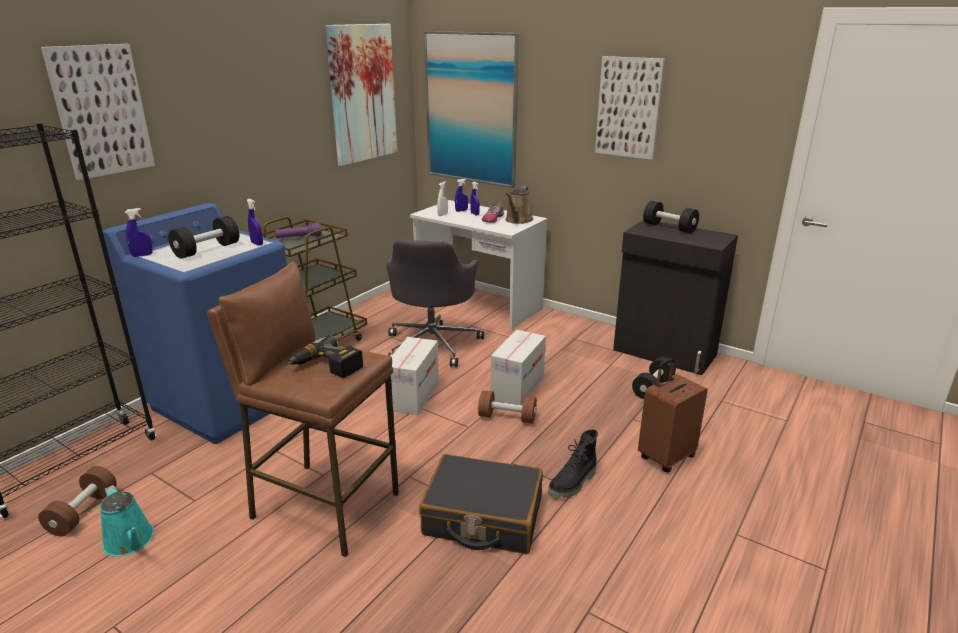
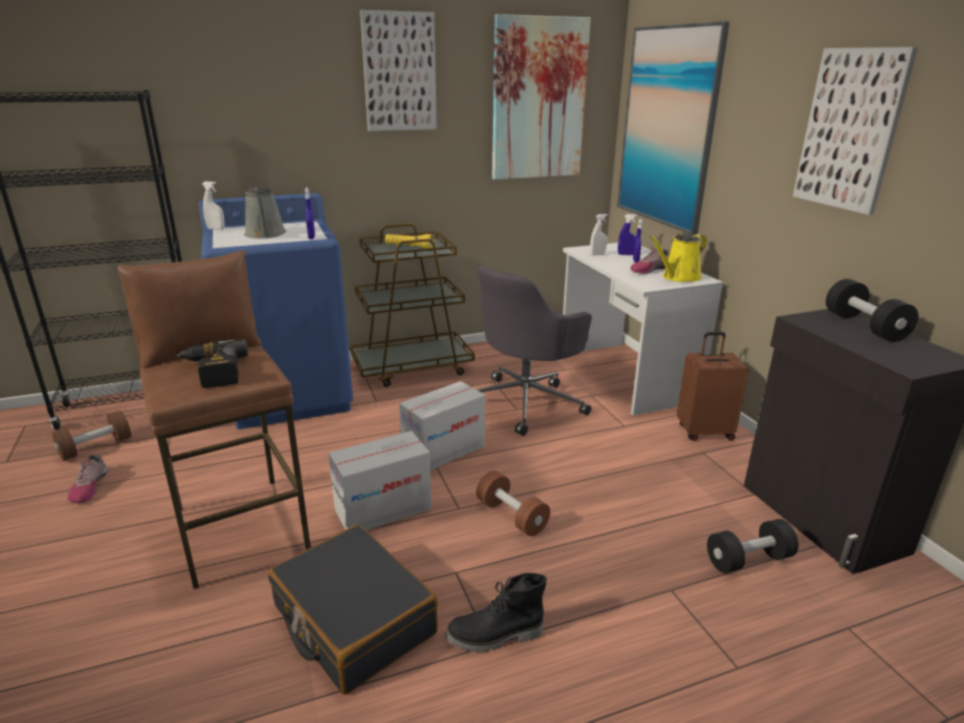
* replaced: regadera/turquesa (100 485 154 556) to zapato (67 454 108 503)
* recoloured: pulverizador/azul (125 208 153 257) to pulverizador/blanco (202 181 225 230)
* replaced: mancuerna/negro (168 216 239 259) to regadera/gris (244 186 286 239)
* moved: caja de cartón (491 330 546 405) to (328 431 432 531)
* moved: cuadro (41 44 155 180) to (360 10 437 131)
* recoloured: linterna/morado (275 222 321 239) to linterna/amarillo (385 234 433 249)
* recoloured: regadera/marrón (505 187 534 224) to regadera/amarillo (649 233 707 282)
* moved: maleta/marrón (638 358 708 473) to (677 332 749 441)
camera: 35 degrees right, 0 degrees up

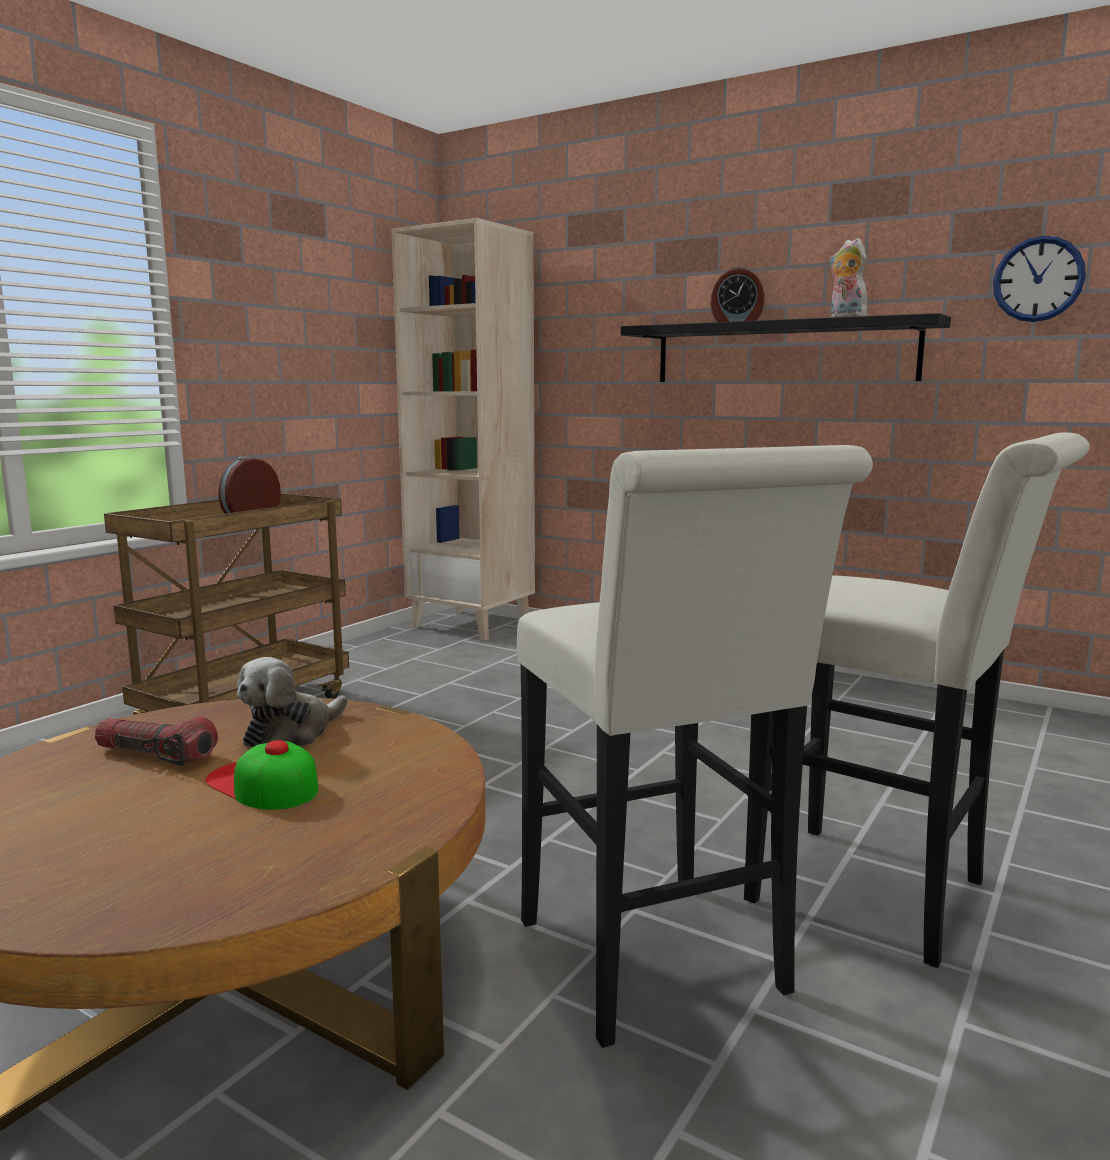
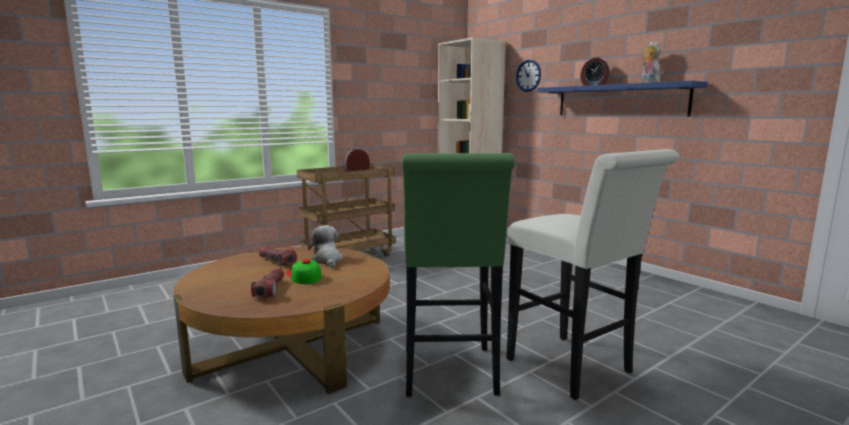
* added: linterna (251 268 284 298)
* turned: peluche (237 657 348 748) = (308 225 343 268) 105 degrees clockwise
* recoloured: taburete/blanco (517 445 873 1048) to taburete/verde (402 153 515 397)
* moved: reloj de pared (993 236 1086 322) to (516 60 541 92)
* recoloured: estante/negro (621 313 951 382) to estante/azul (537 81 708 117)
camera: 20 degrees right, 0 degrees up

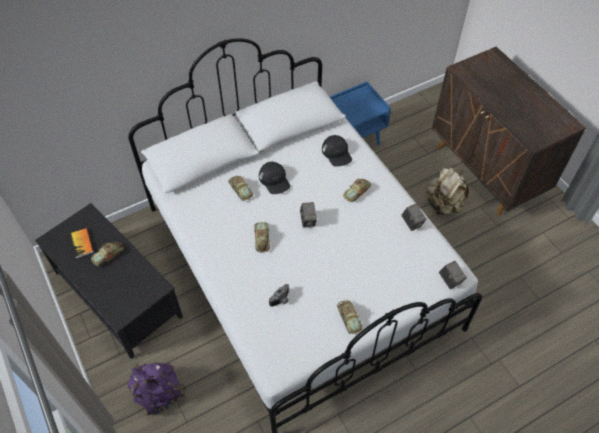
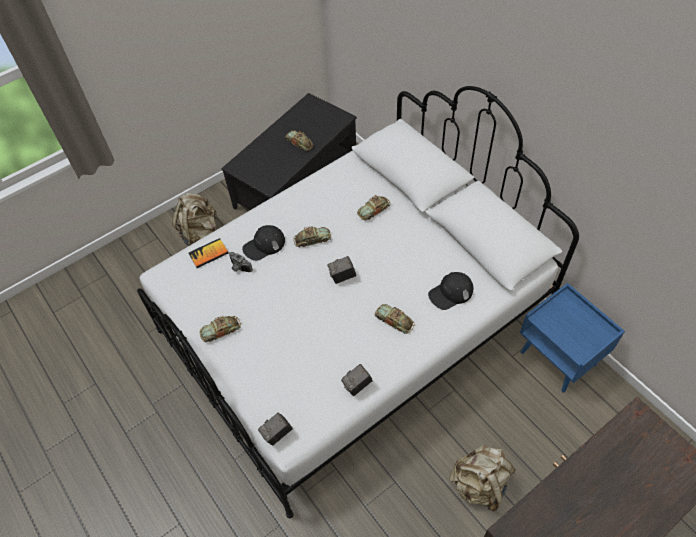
* recoloured: mochila/morado (128 362 186 416) to mochila/beis (172 193 218 246)
* moved: libro (69 228 94 258) to (189 238 229 268)
* moved: gorra/negro (259 162 290 194) to (242 225 285 261)
camera: 85 degrees right, 0 degrees up

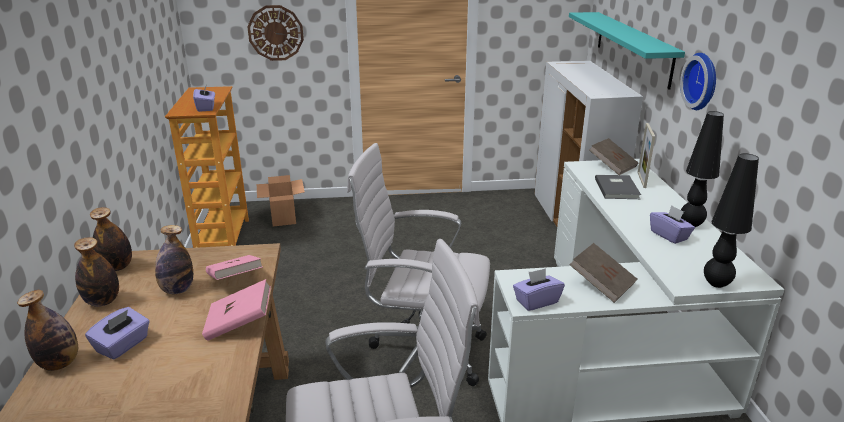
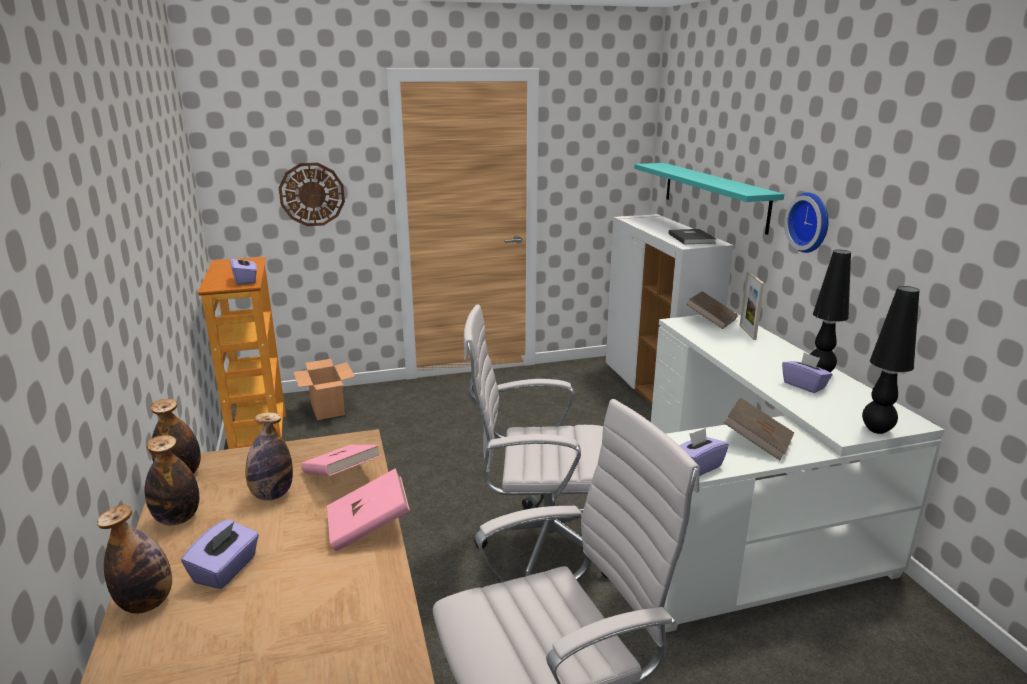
* moved: libro/gris (595 175 641 199) to (669 229 716 244)
camera: 10 degrees left, 5 degrees down

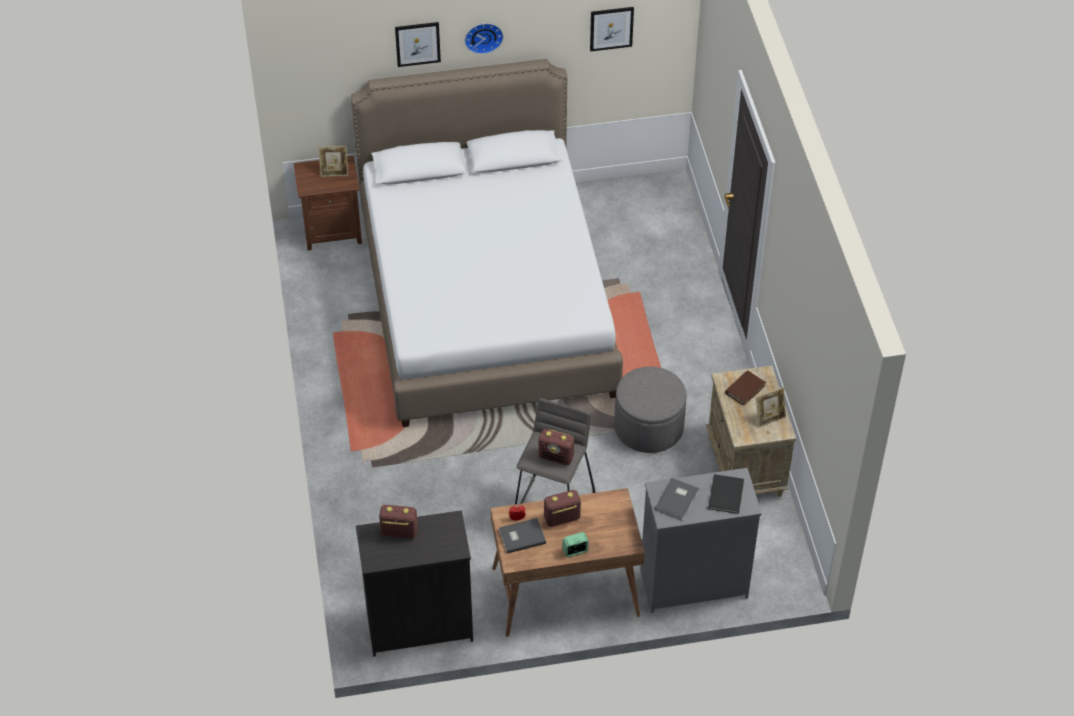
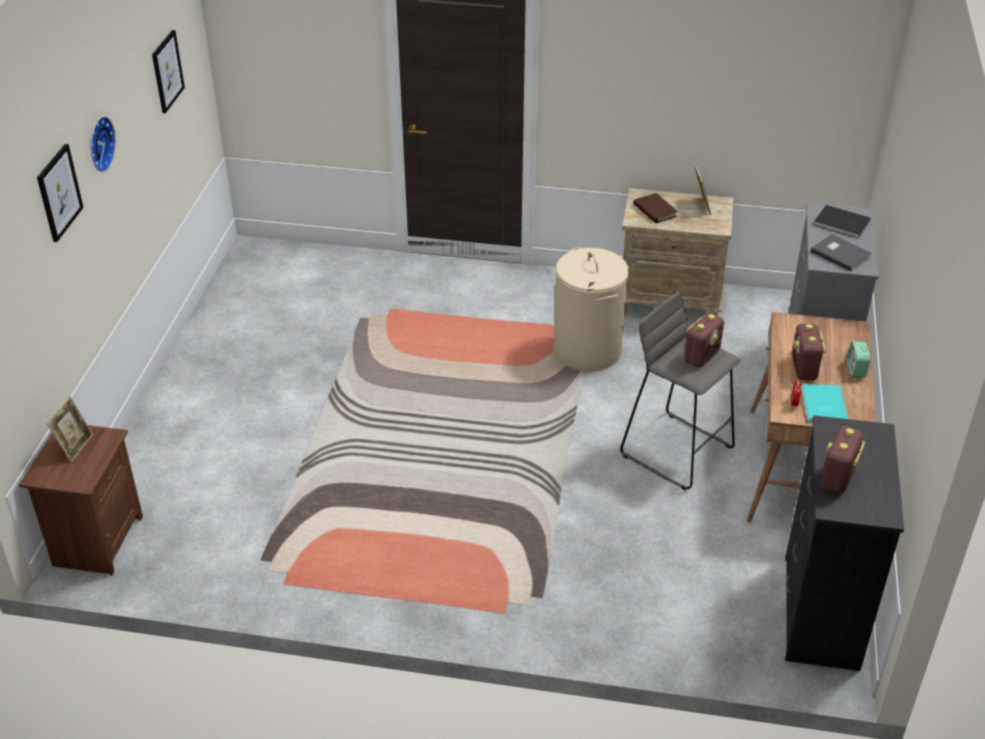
* replaced: puf/gris (615 366 687 453) to cesto de la ropa/beis (553 247 629 371)
* recoloured: libro/gris (499 518 546 553) to libro/turquesa (801 384 848 423)
* removed: cama/blanco (351 59 623 427)
camera: 70 degrees left, 10 degrees down

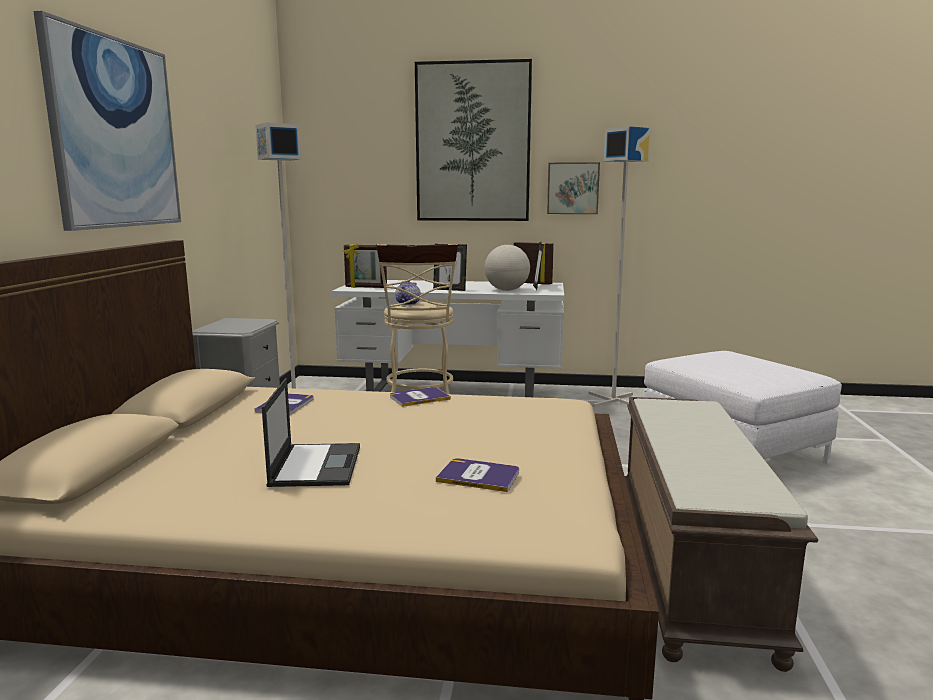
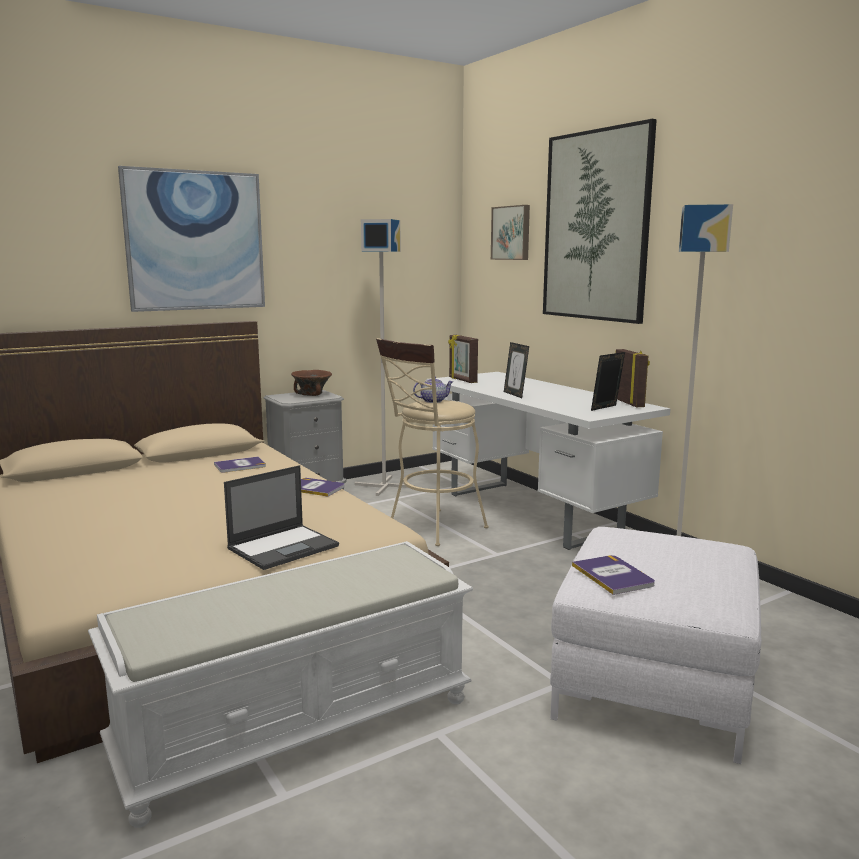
* recoloured: banco/marrón (625 397 818 672) to banco/blanco (88 541 473 828)
* moved: portátil (262 378 360 487) to (224 465 339 570)
* added: cuenco/marrón (291 370 332 396)
* moved: cuadro (547 162 600 214) to (491 205 530 260)
* moved: libro (436 458 519 492) to (572 555 655 595)
* removed: globo terráqueo (484 245 530 291)
camera: 50 degrees right, 0 degrees up

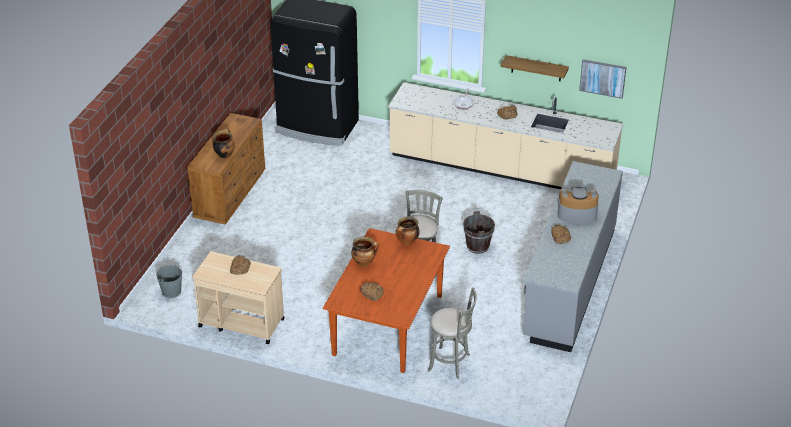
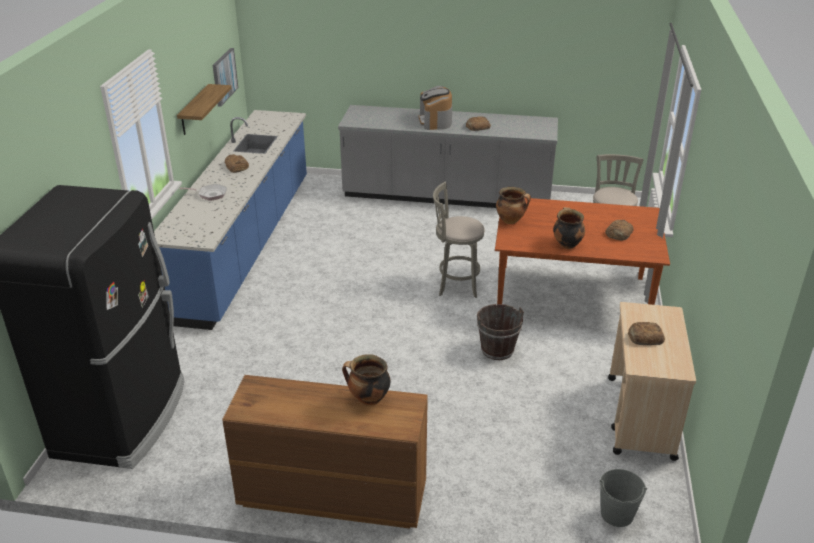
* recoloured: mueble bajo de cocina/beis (388 82 623 189) to mueble bajo de cocina/azul (154 110 307 330)
* moved: cubo/marrón (463 211 495 254) to (477 304 524 360)
camera: 100 degrees left, 5 degrees down

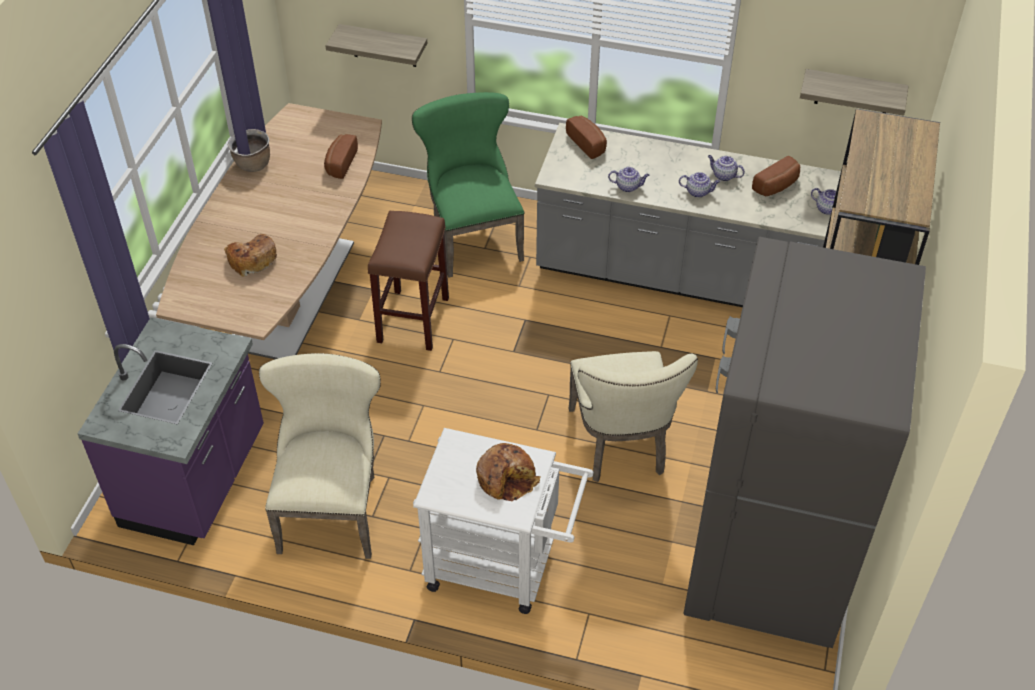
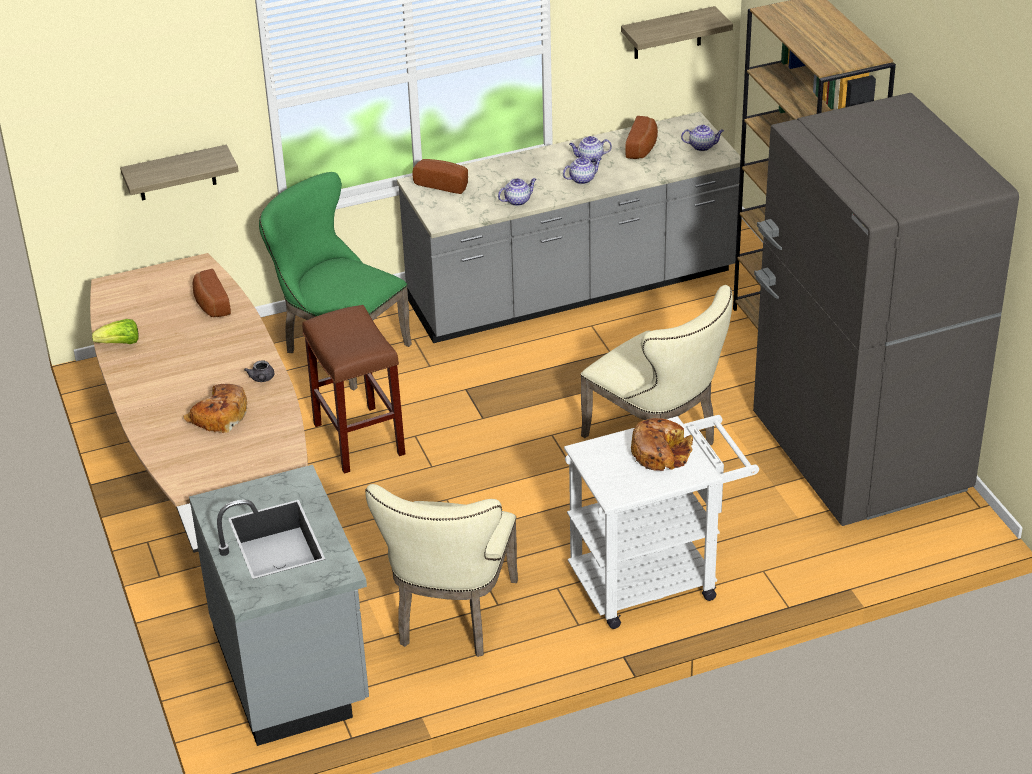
* replaced: olla/marrón (228 129 270 172) to lechuga (92 319 139 344)
* recoloured: mueble bajo de cocina/morado (78 317 264 545) to mueble bajo de cocina/gris (189 465 369 746)
* added: tetera/gris (244 360 274 382)
* turned: silla/beis (259 353 381 559) = (365 484 518 657) 135 degrees counterclockwise
camera: 35 degrees left, 10 degrees down

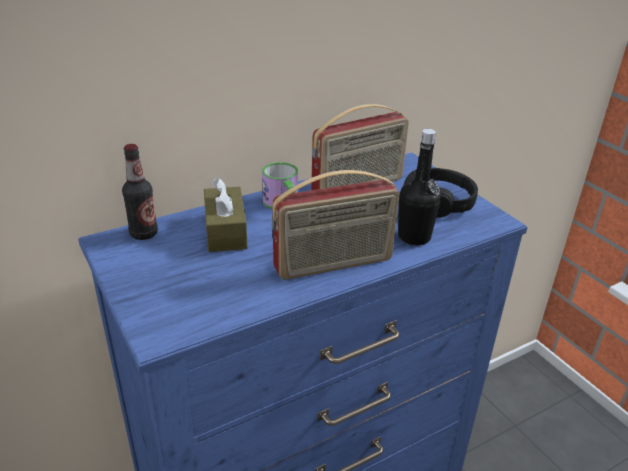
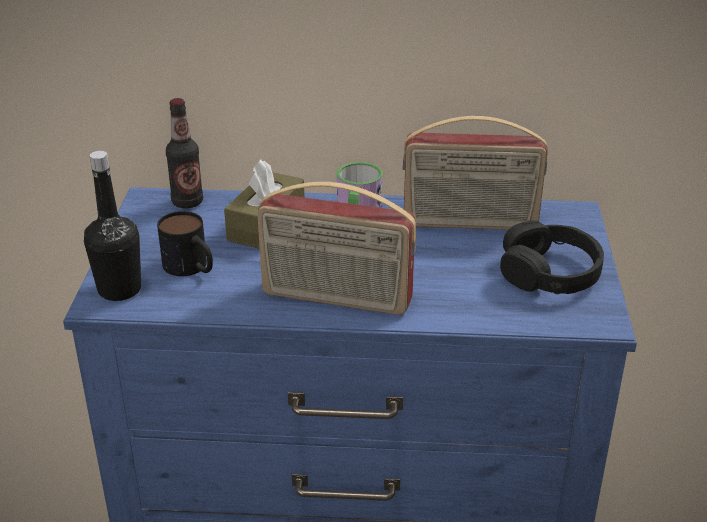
* moved: botella/negro (398 129 441 245) to (84 151 141 301)
* added: taza grande (157 211 213 276)
camera: 35 degrees right, 0 degrees up

